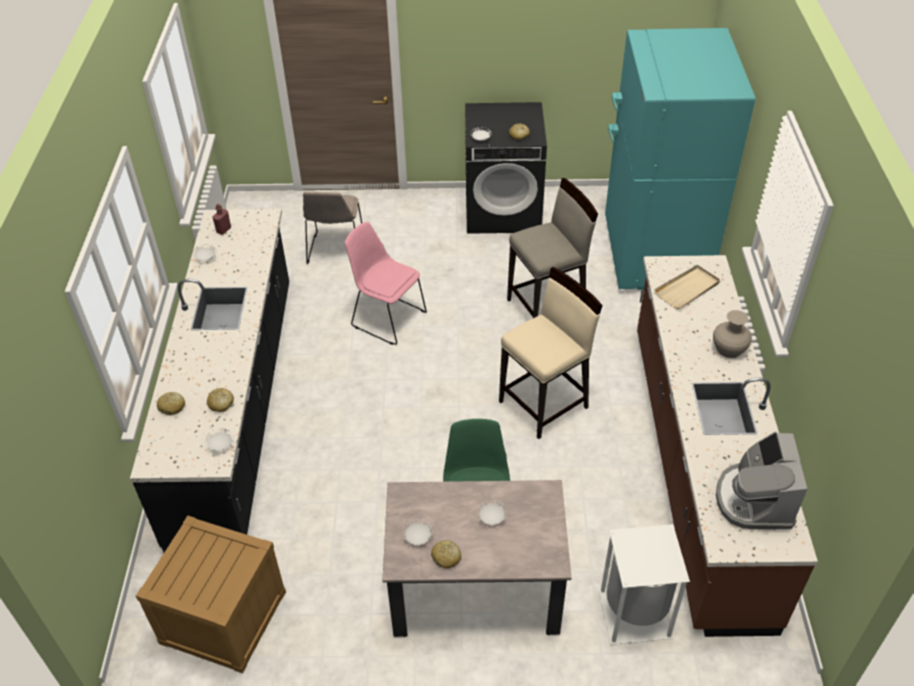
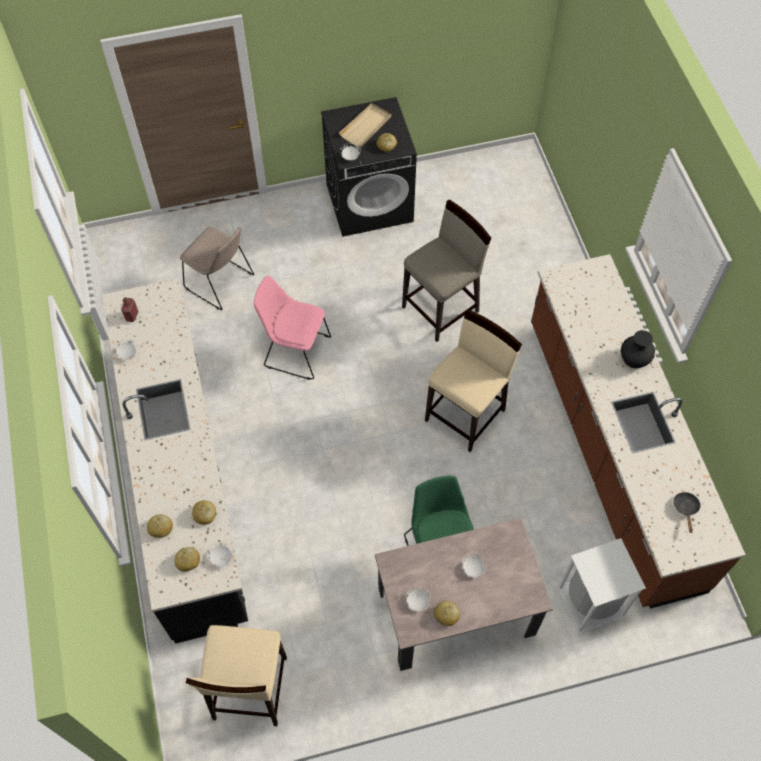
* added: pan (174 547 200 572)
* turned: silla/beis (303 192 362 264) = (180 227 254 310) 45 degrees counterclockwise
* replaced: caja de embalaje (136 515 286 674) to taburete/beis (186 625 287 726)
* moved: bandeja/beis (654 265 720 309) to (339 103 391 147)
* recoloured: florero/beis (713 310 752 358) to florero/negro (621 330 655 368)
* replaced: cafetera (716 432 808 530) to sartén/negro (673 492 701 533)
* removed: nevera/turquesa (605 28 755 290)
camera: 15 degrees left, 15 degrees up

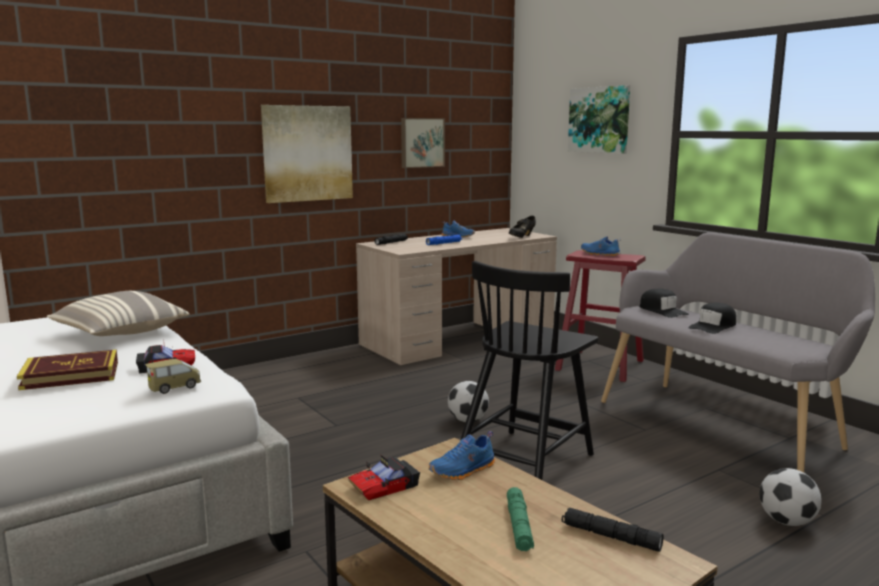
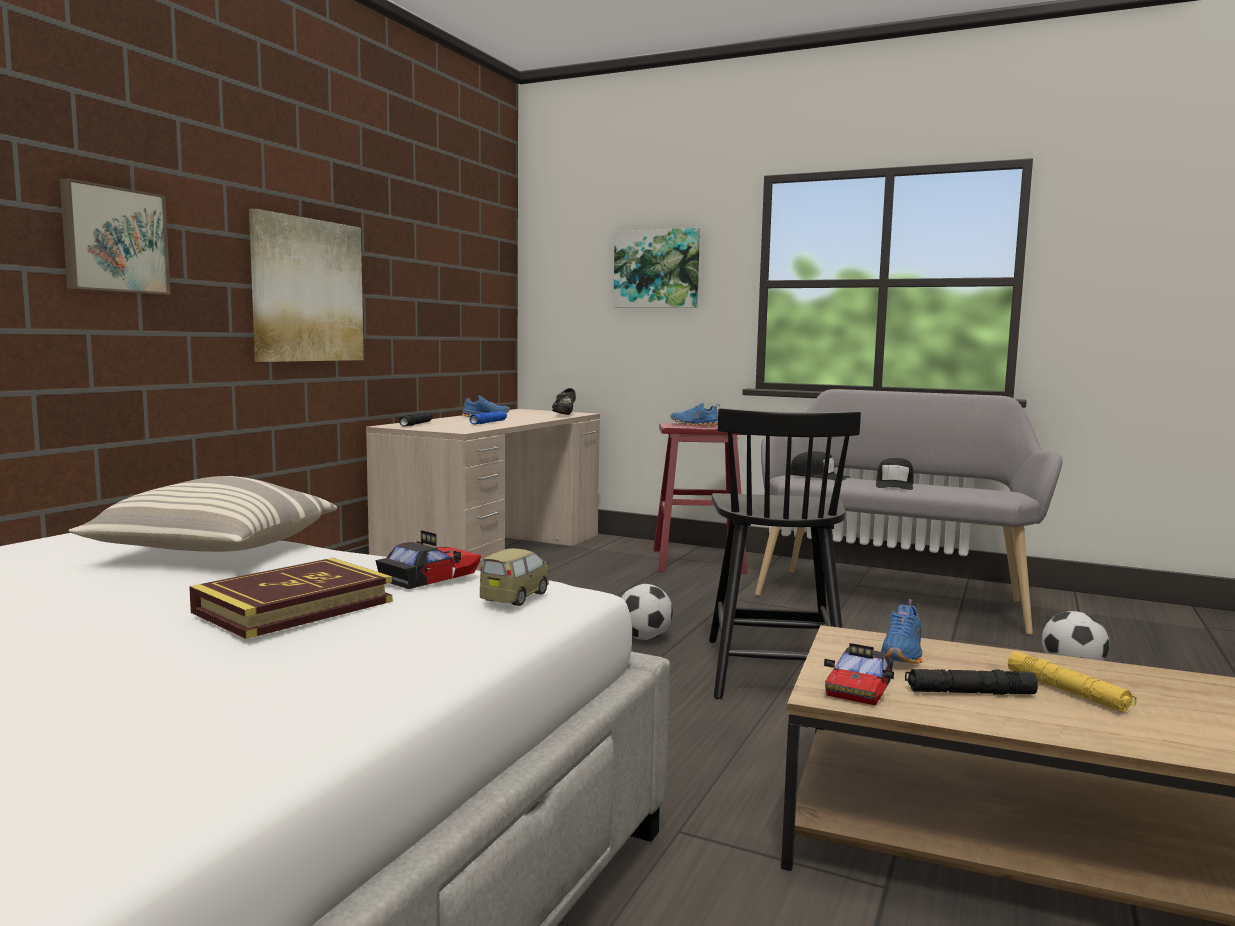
* moved: cuadro (401 118 445 168) to (60 178 171 295)
* moved: linterna/negro (562 508 664 552) to (905 669 1038 695)
* recoloured: linterna/verde (507 487 534 551) to linterna/amarillo (1008 651 1137 712)
camera: 30 degrees left, 5 degrees down

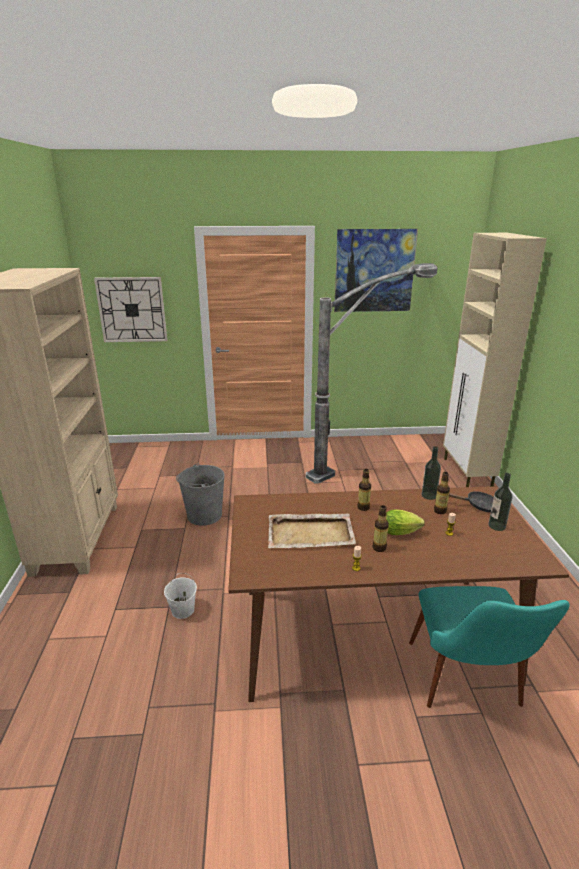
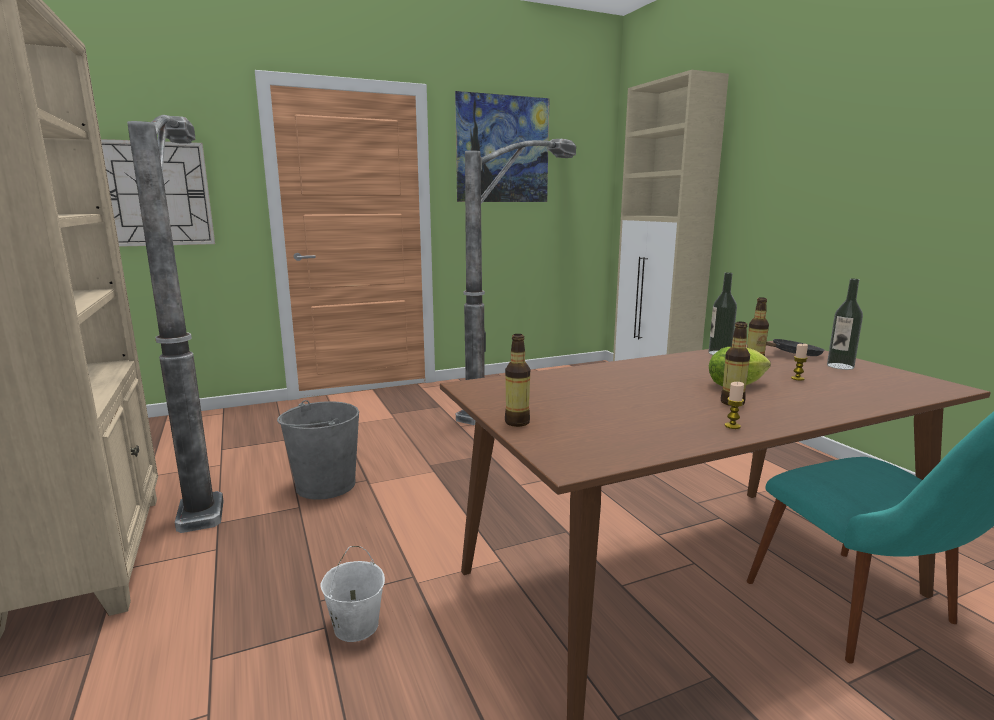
* added: lámpara de pie (127 115 224 533)
* moved: botella (357 469 371 511) to (505 334 530 427)
* removed: bandeja/beis (268 513 356 548)
camera: 20 degrees left, 10 degrees down

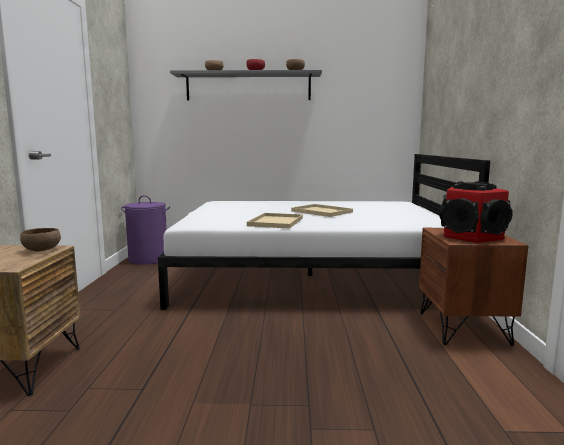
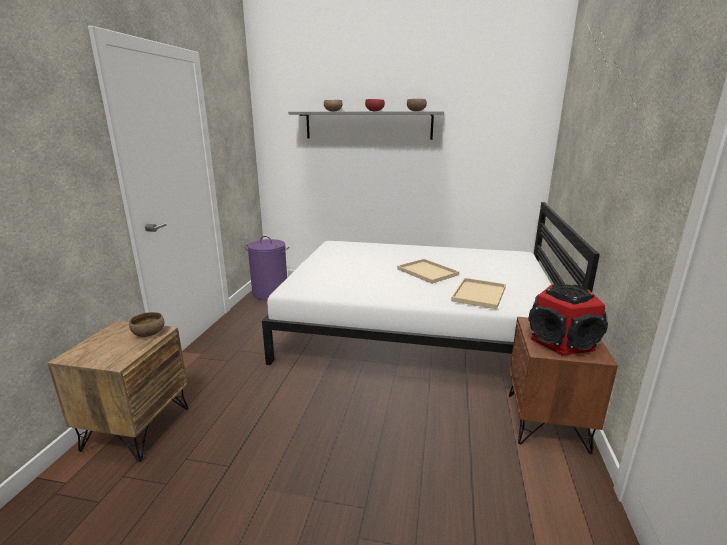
* moved: bandeja/beis (247 213 303 229) to (451 278 506 309)
camera: 10 degrees right, 10 degrees up

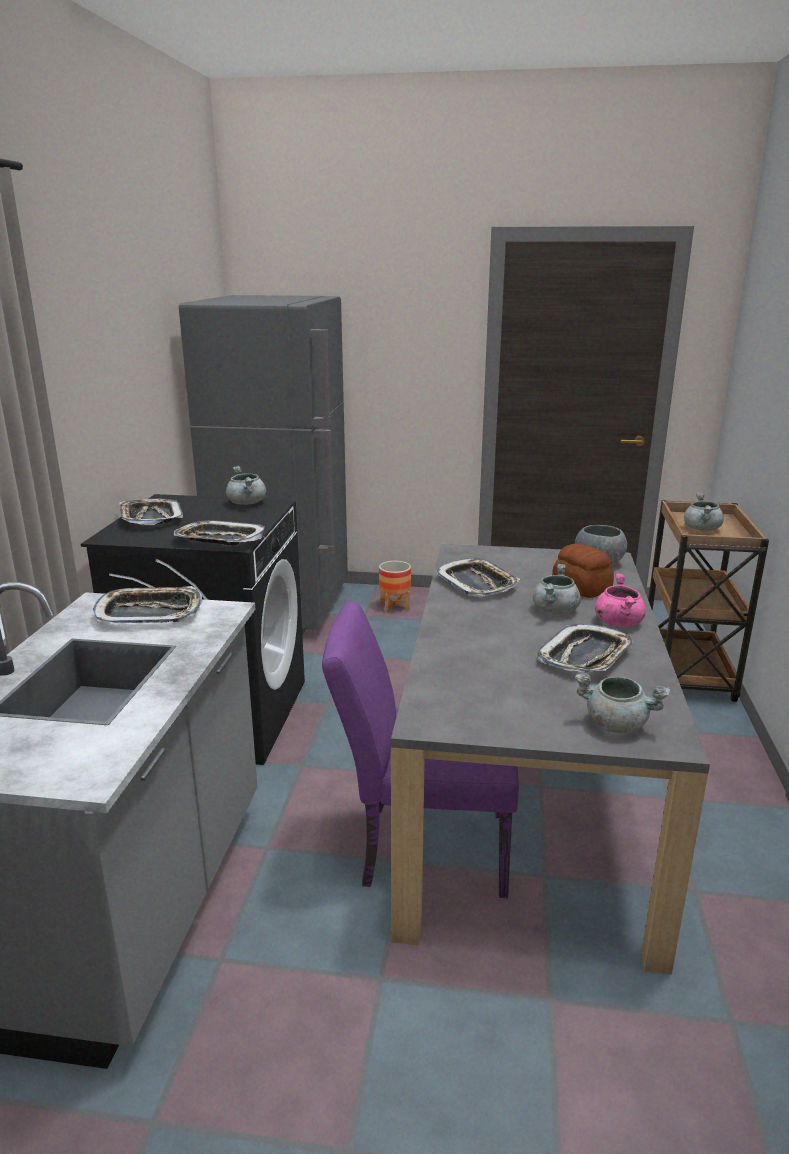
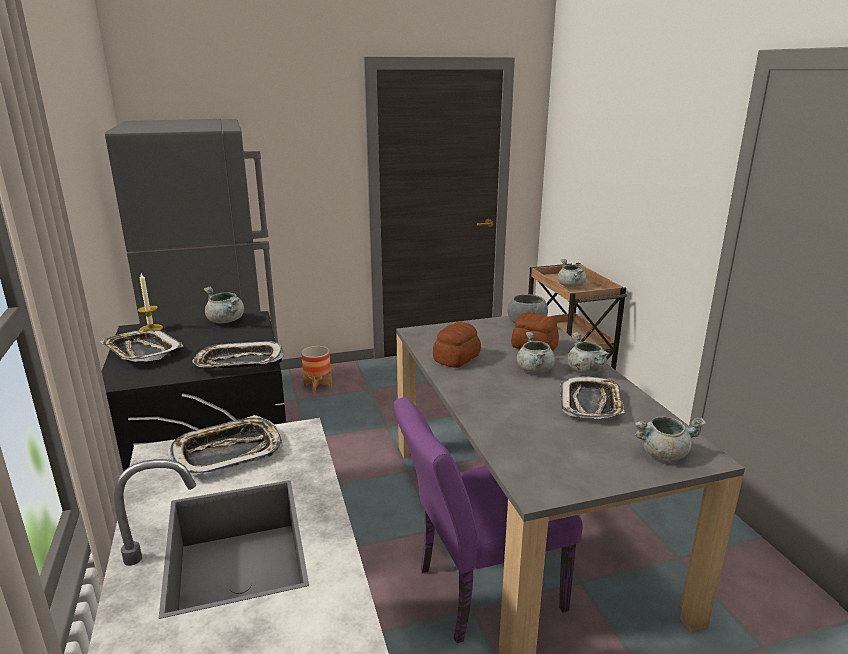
* added: vela (138 273 163 330)
* replaced: bandeja (435 558 520 597) to pan (433 322 481 368)
* recoloured: olla/rosa (595 573 646 627) to olla/gris (568 332 609 374)
camera: 25 degrees left, 0 degrees up

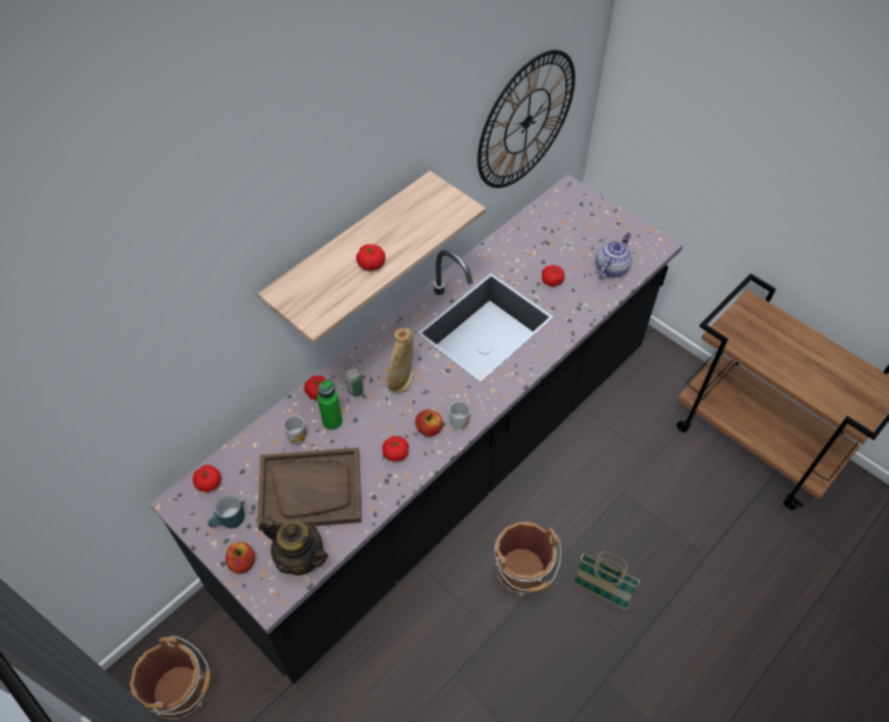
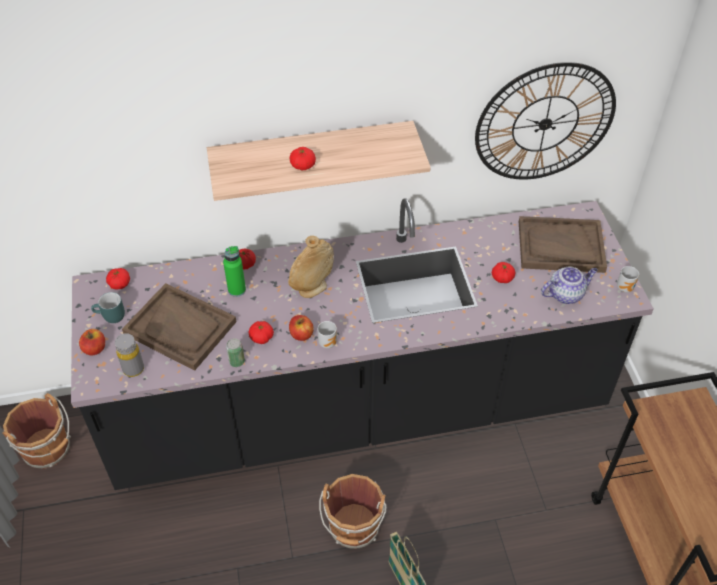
* replaced: tetera (260 516 328 575) to botella/gris (115 333 144 377)
* moved: lata (345 368 363 396) to (226 338 245 367)
* added: bandeja/marrón (519 216 607 273)
* moved: taza grande (284 416 307 444) to (617 266 639 293)
camera: 35 degrees right, 5 degrees down

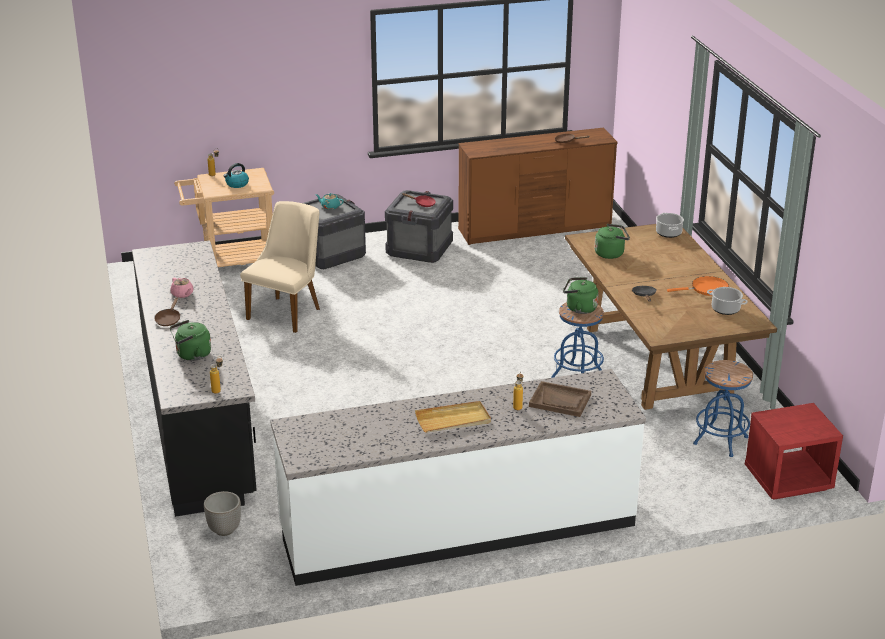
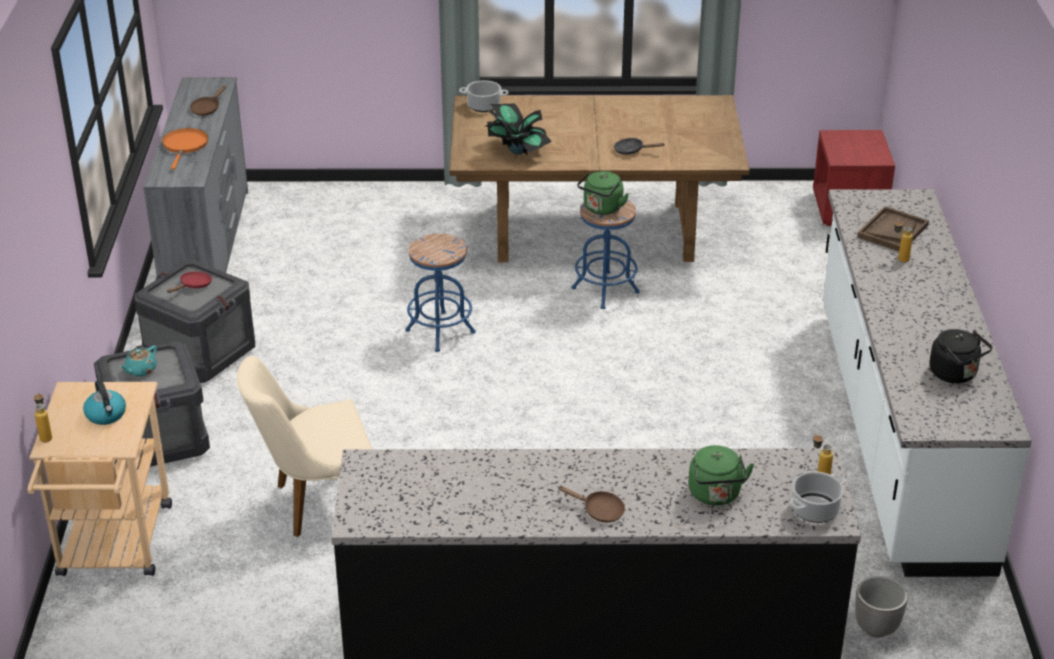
* recoloured: cómoda/marrón (458 128 618 245) to cómoda/gris (143 77 248 277)
* moved: sartén/naranja (667 276 729 296) to (162 128 208 170)
* turned: silla/beis (240 201 320 333) = (236 356 372 537) 60 degrees counterclockwise
* moved: taburete/azul (693 360 753 457) to (405 234 476 352)
* replaced: hervidor/verde (594 224 630 259) to planta en maceta (485 104 552 156)
* moved: olla (707 287 748 315) to (790 472 845 523)
* added: hervidor/negro (929 329 993 383)
* removed: tetera/rosa (170 278 194 298)
* removed: bandeja/beis (415 401 491 433)
camera: 75 degrees left, 5 degrees up

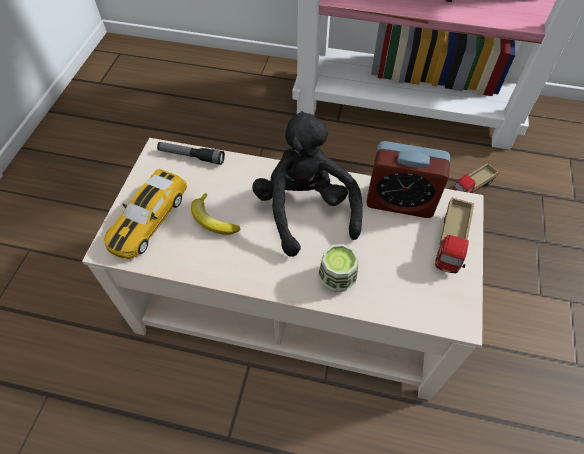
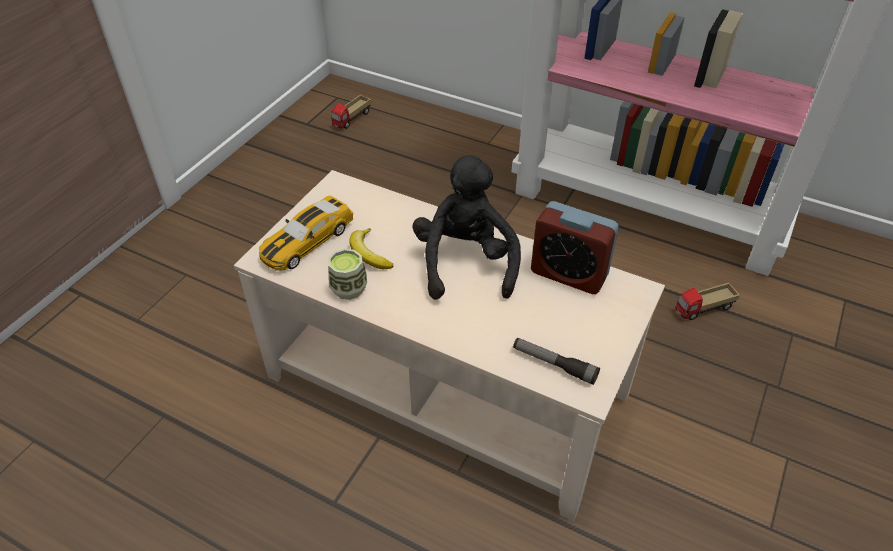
* moved: taza (318 244 358 292) to (328 248 367 300)
* moved: camión de juguete (435 198 474 273) to (331 95 371 129)
* moved: linterna (157 142 225 165) to (513 338 600 385)
camera: 15 degrees right, 10 degrees down

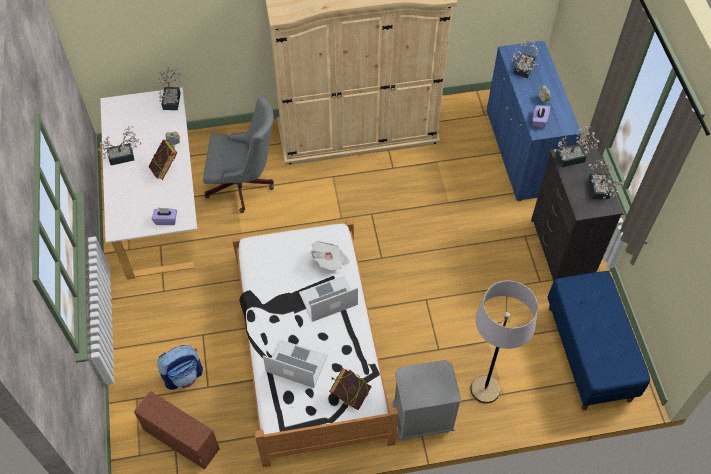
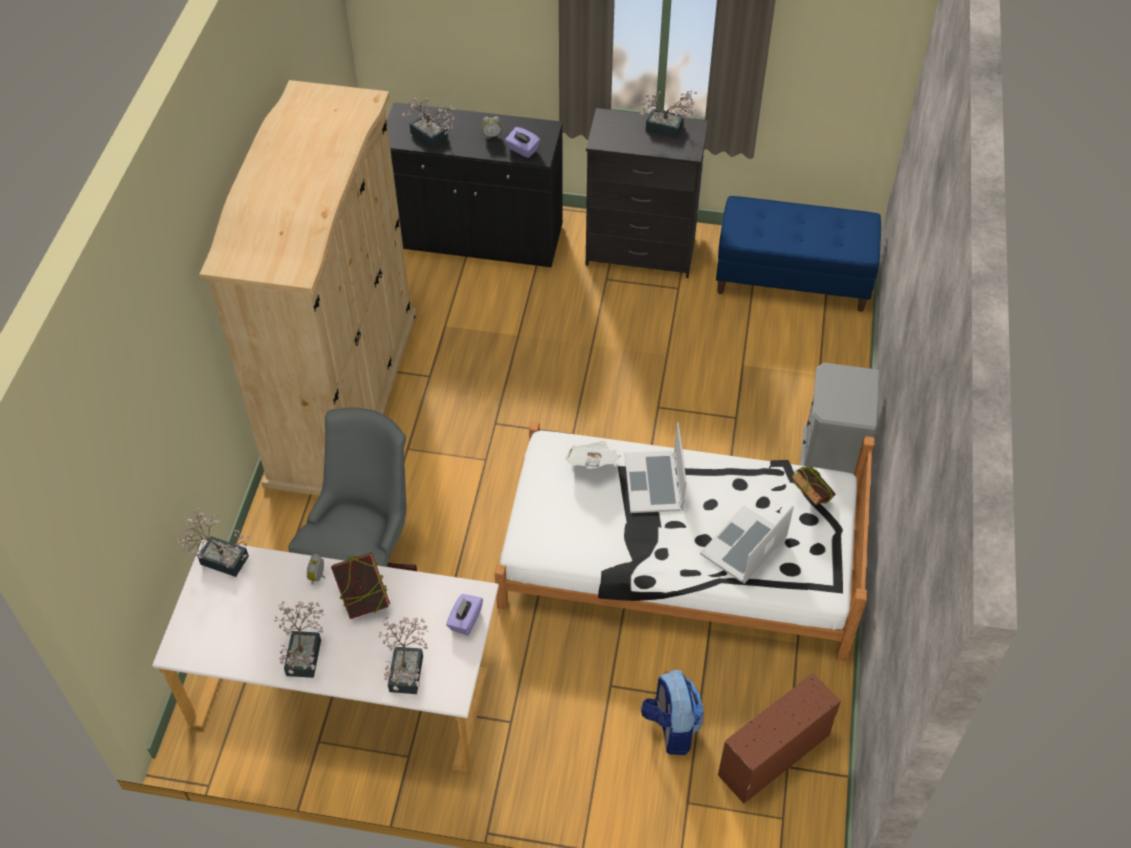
* moved: planta en maceta (554 126 599 167) to (378 617 428 694)
* recoloured: armario/azul (487 41 581 201) to armario/negro (387 102 563 267)
* removed: lámpara de pie/gris (470 281 538 404)
camera: 70 degrees left, 5 degrees down

